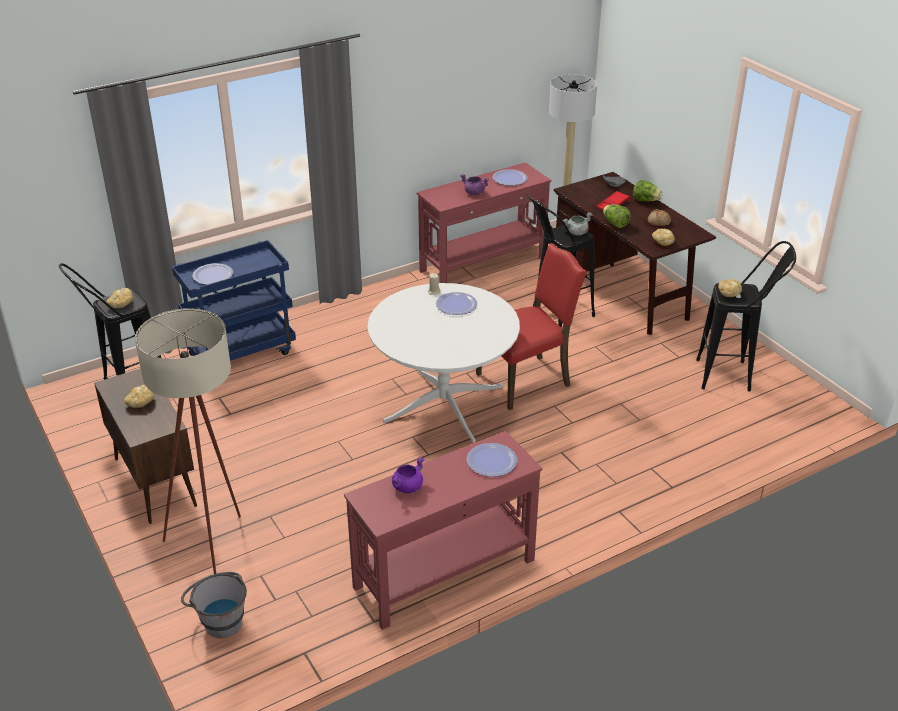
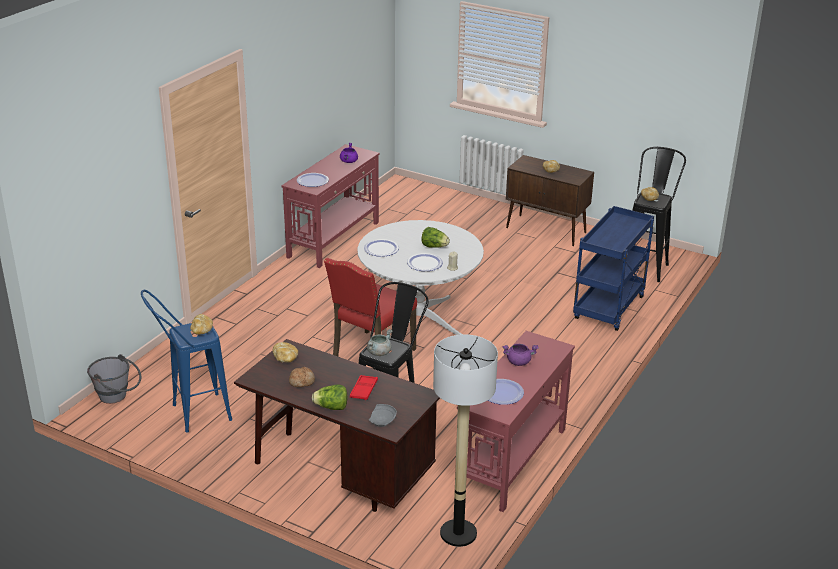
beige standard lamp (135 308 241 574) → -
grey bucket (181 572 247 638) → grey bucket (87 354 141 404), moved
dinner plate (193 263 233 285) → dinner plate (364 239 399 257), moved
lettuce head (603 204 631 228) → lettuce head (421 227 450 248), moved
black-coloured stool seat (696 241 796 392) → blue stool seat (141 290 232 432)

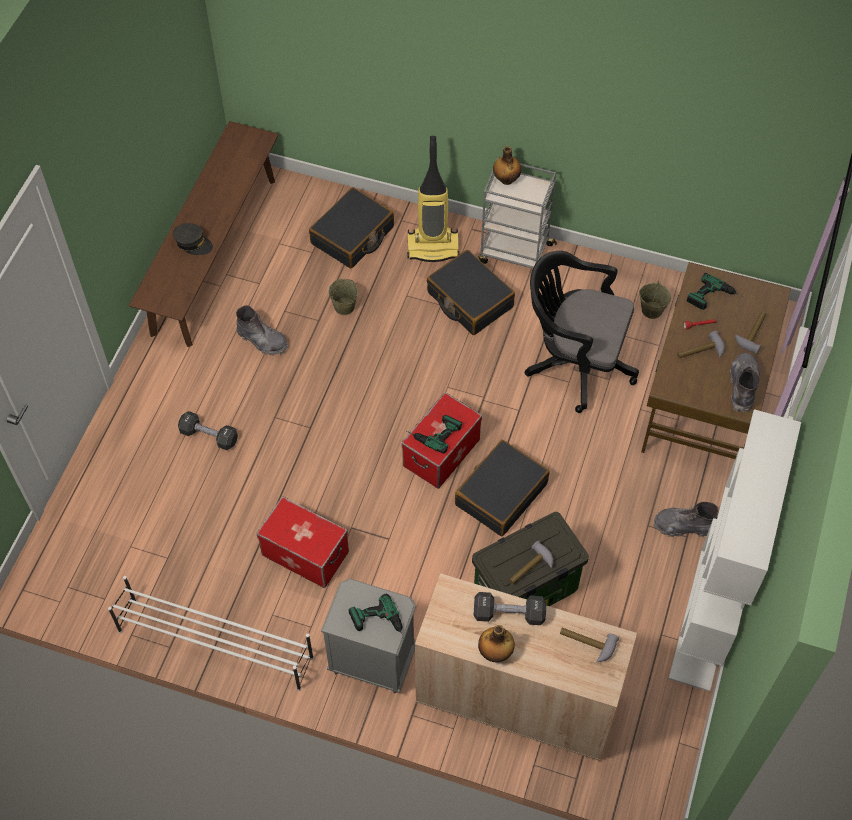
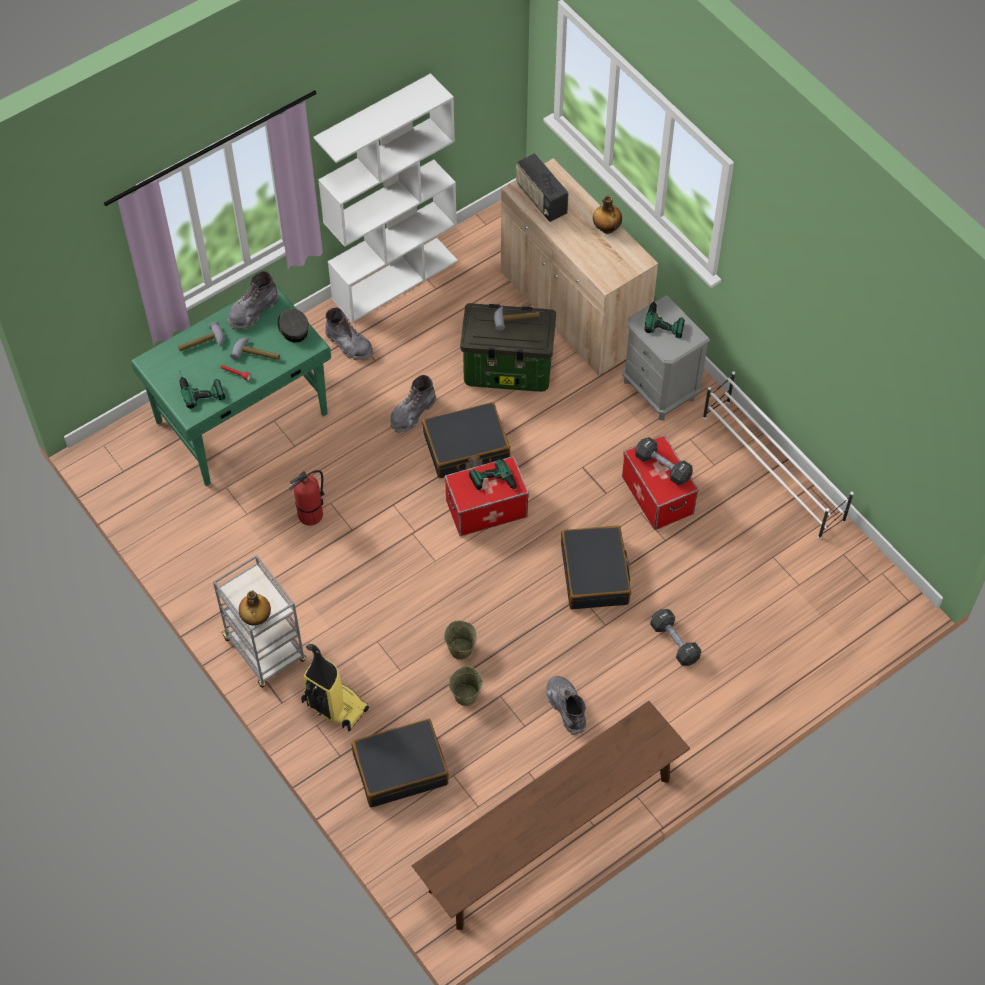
- → grey boot (390 375 436 433)
grey peaked cap (173 223 213 255) → grey peaked cap (278 309 309 343), moved
black-coloured piece of luggage (427 250 515 335) → black-coloured piece of luggage (561 525 631 609), moved
black-coloured hand weight (473 592 546 625) → black-coloured hand weight (635 437 693 485), moved
beige bucket (639 281 671 319) → beige bucket (444 620 477 660), moved
black-coloured office chair (525 251 639 413) → fire extinguisher (289 470 324 526)
hand hammer (560 628 619 662) → radio receiver (516 153 568 222)
brown-coloured desk (641 262 791 459) → green desk (131 284 331 486)

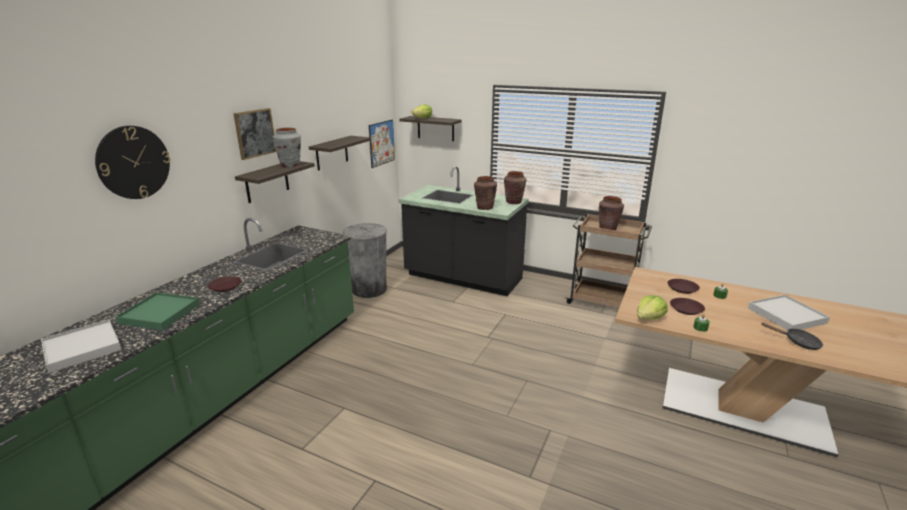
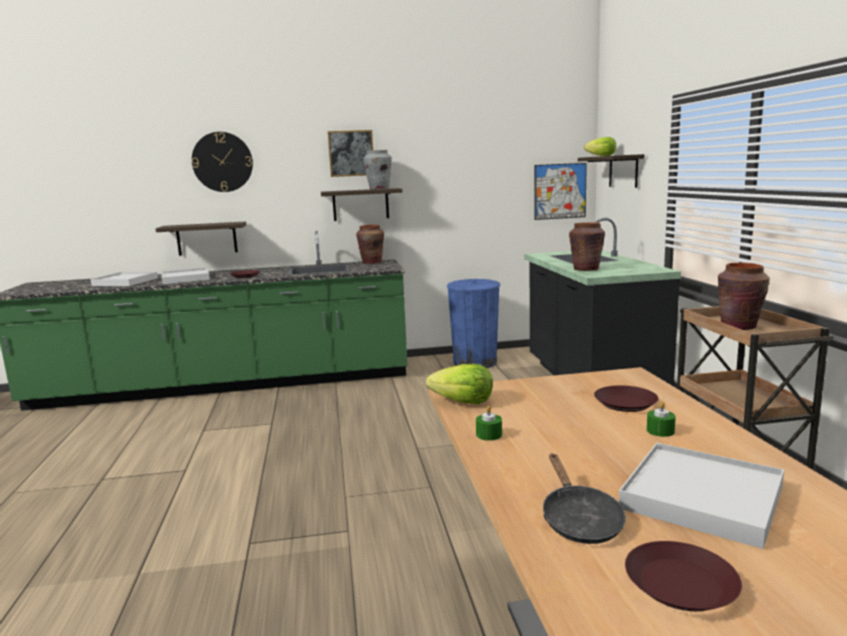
shelf (309 136 371 171) → shelf (156 222 246 256), moved
brown-coloured flower vase (504 171 527 204) → brown-coloured flower vase (356 225 384 264), moved
brown-coloured dinner plate (670 298 705 315) → brown-coloured dinner plate (625 541 742 611), moved
green serving tray (115 292 200 330) → whitish serving tray (162 268 210 284)
grey rubbish bin (343 223 387 298) → blue rubbish bin (447 279 500 368)

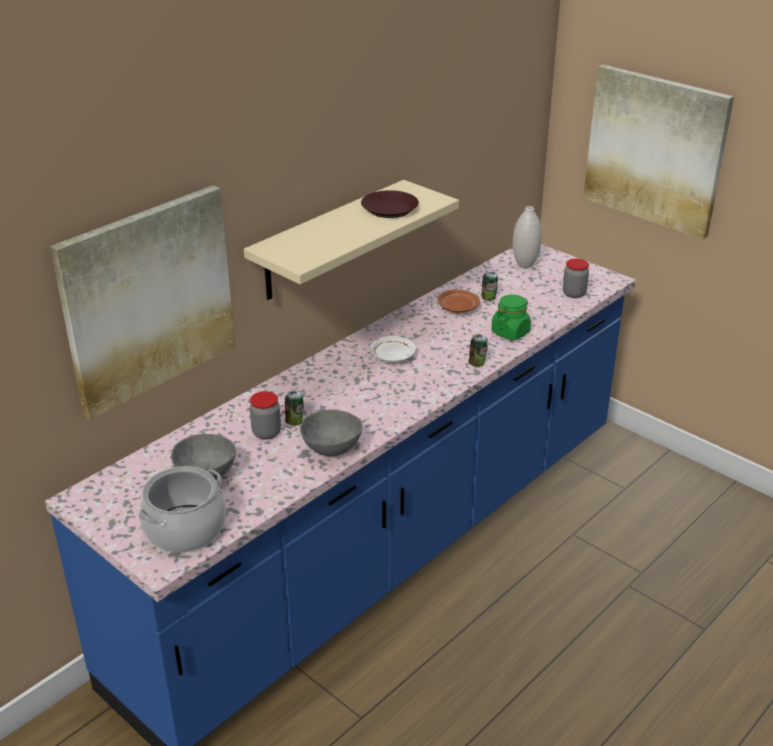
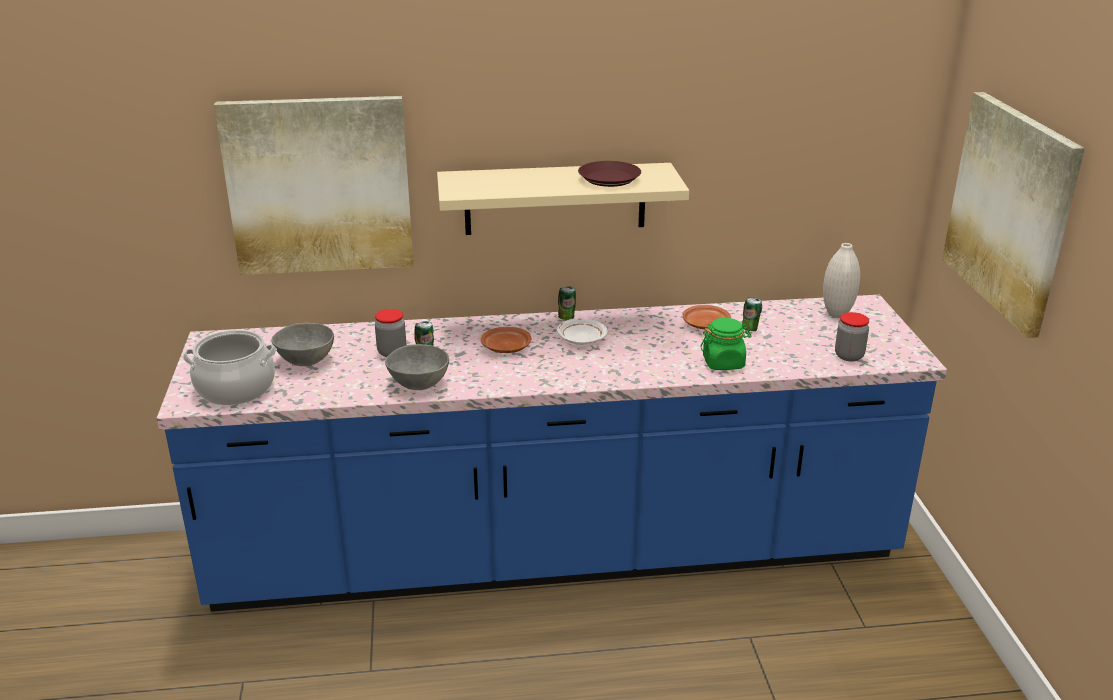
- → brown-coloured dinner plate (481 327 531 353)
can (469 334 488 367) → can (558 286 576 320), moved

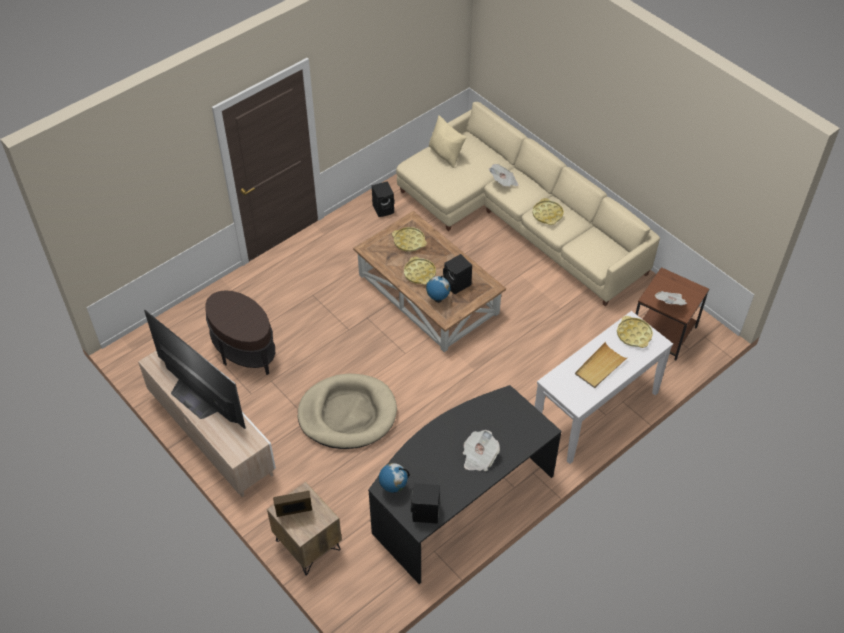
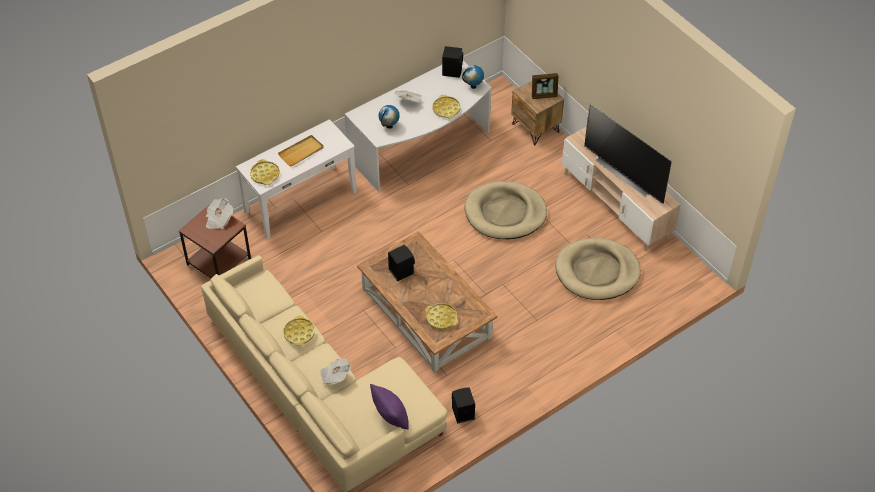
yellow serving tray (404 256 436 285) → yellow serving tray (432 95 461 118), moved
desk globe (426 275 450 303) → desk globe (379 105 400 129), moved
brown-coloured side table (205 290 275 375) → beige dog cushion (555 238 641 300)
black-coloured desk (368 385 562 584) → whitish desk (345 61 492 192)
beige cushion (429 115 467 168) → purplish cushion (370 384 409 430)

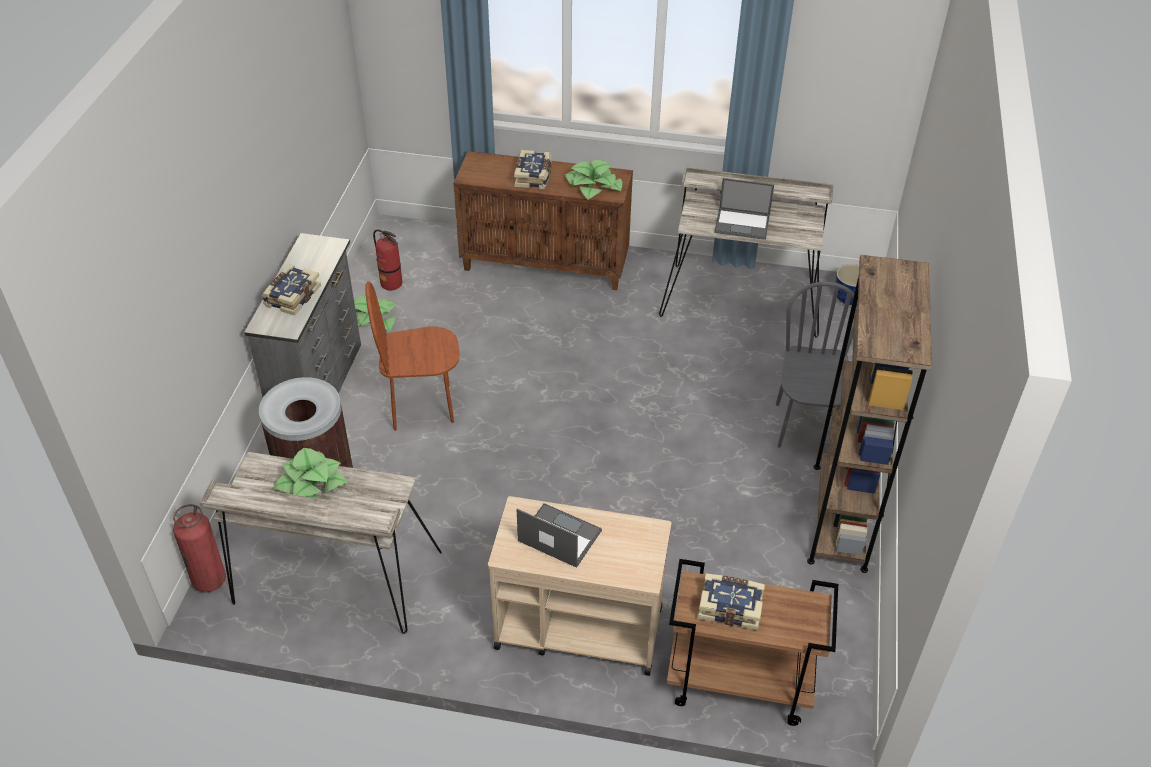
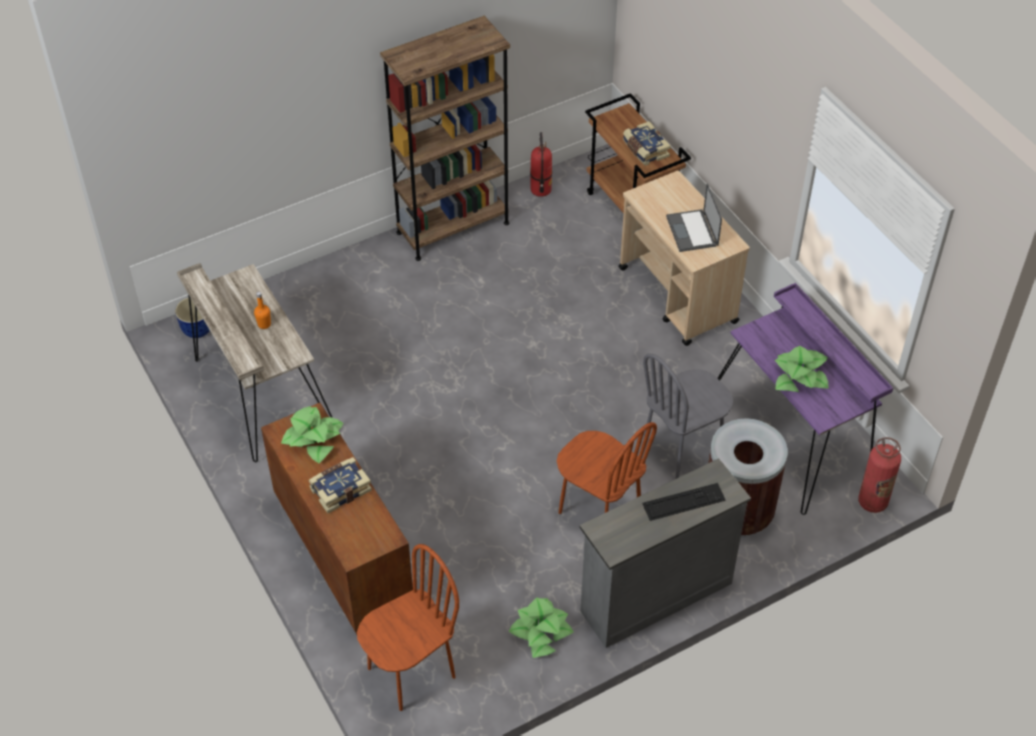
- → brown-coloured chair (357 544 459 711)
fire extinguisher (373 229 402 290) → fire extinguisher (530 132 552 197), moved
grey chair (776 281 858 448) → grey chair (643 353 733 479), moved
book (262 264 321 316) → computer keyboard (642 483 726 521)
notebook computer (714 178 774 240) → orange beverage bottle (254 292 271 329)
beige desk (200 452 442 634) → purplish desk (718 283 893 515)

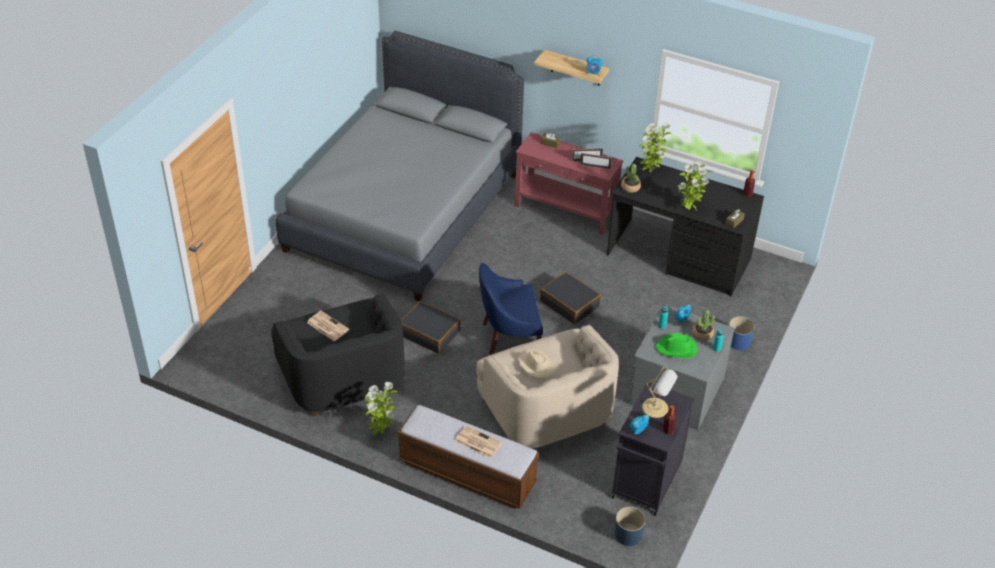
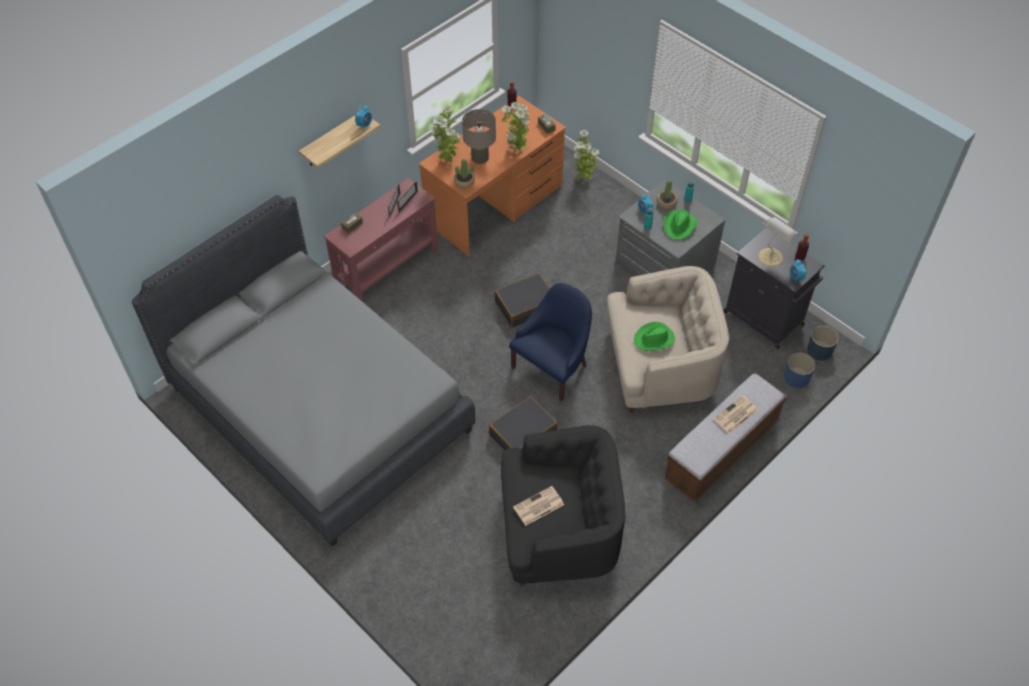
- → beige tabletop lamp (462 109 496 164)
plant in a pot (365 382 397 436) → plant in a pot (572 130 600 180), moved
blue planter (729 316 755 350) → blue planter (784 353 815 388), moved
beige clothing hat (518 350 557 379) → green clothing hat (634 322 675 351)
black-coloured desk (607 157 764 297) → orange desk (419 96 566 256)
blue armchair (479 263 543 355) → blue armchair (509 283 592 402), 150 degrees counterclockwise

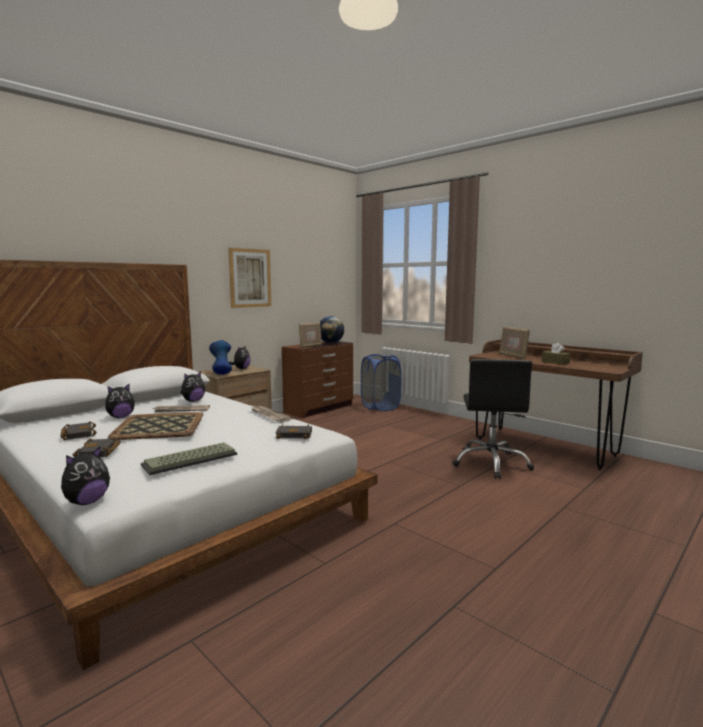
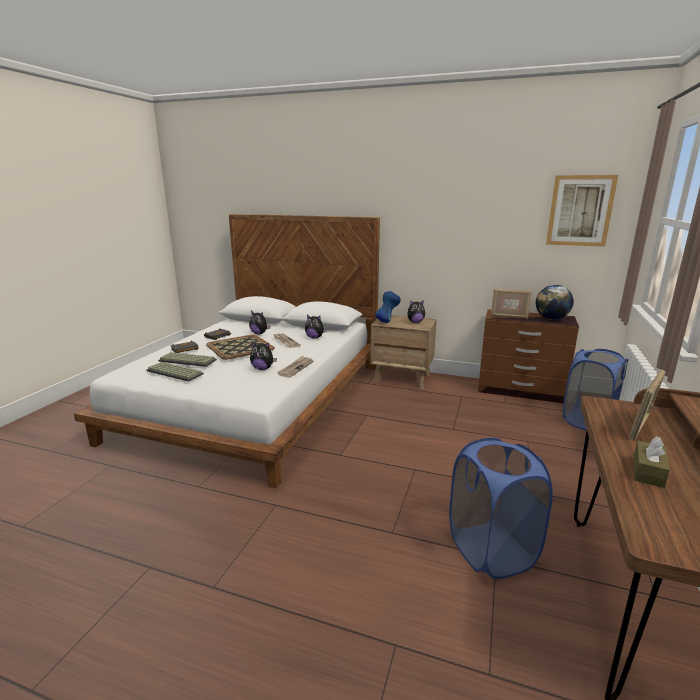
black-coloured book (275 424 312 439) → -
- → computer keyboard (158 352 217 367)
plush toy (61 447 110 505) → plush toy (250 342 277 370), moved
wall picture (228 248 271 308) → wall picture (546 175 618 247), moved
black-coloured office chair (452 359 534 479) → blue laundry basket (449 438 553 579)

